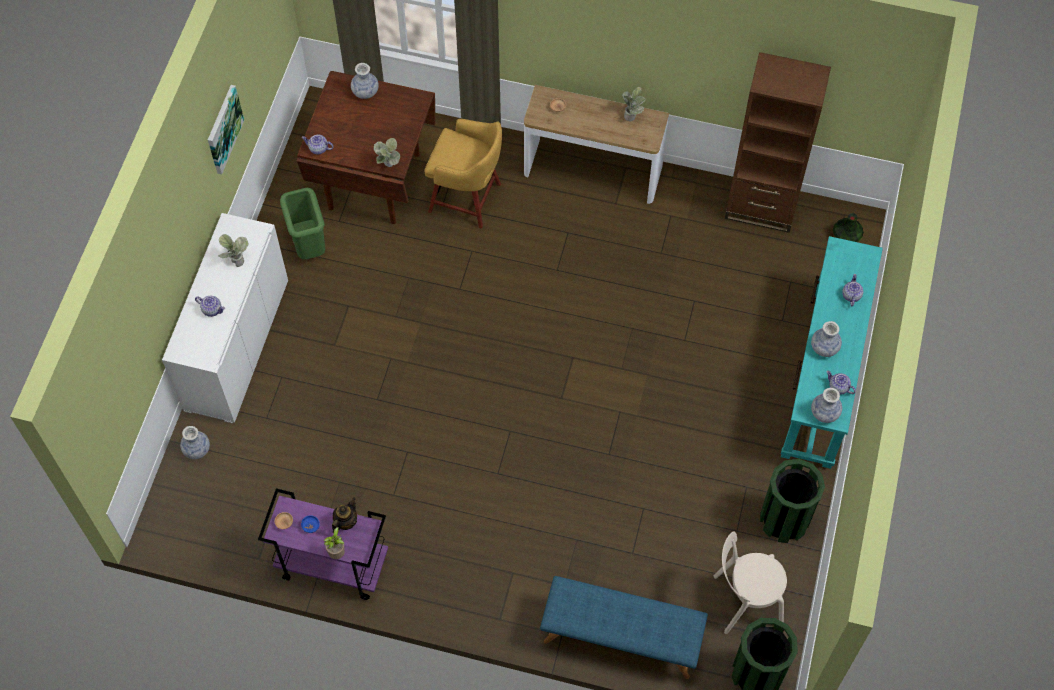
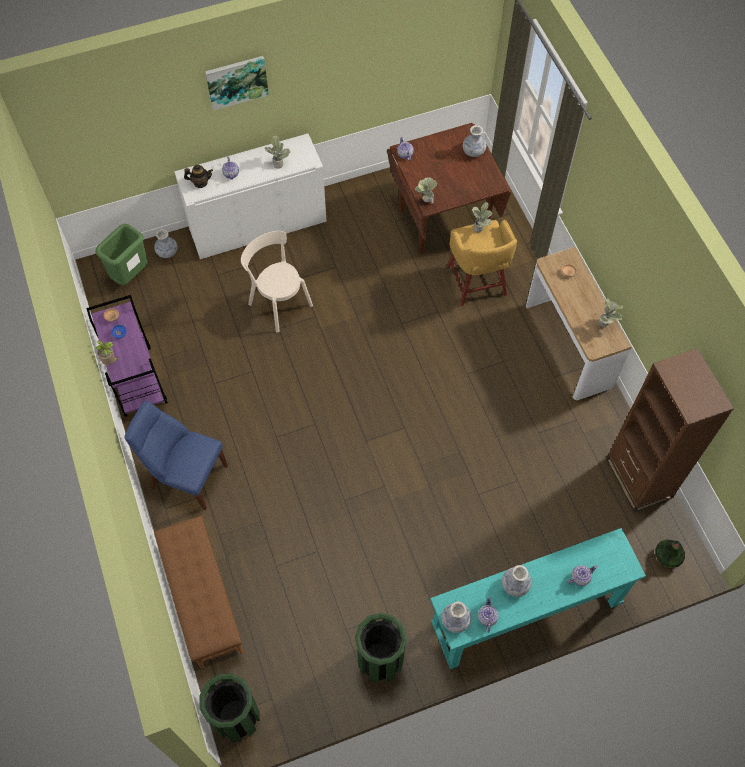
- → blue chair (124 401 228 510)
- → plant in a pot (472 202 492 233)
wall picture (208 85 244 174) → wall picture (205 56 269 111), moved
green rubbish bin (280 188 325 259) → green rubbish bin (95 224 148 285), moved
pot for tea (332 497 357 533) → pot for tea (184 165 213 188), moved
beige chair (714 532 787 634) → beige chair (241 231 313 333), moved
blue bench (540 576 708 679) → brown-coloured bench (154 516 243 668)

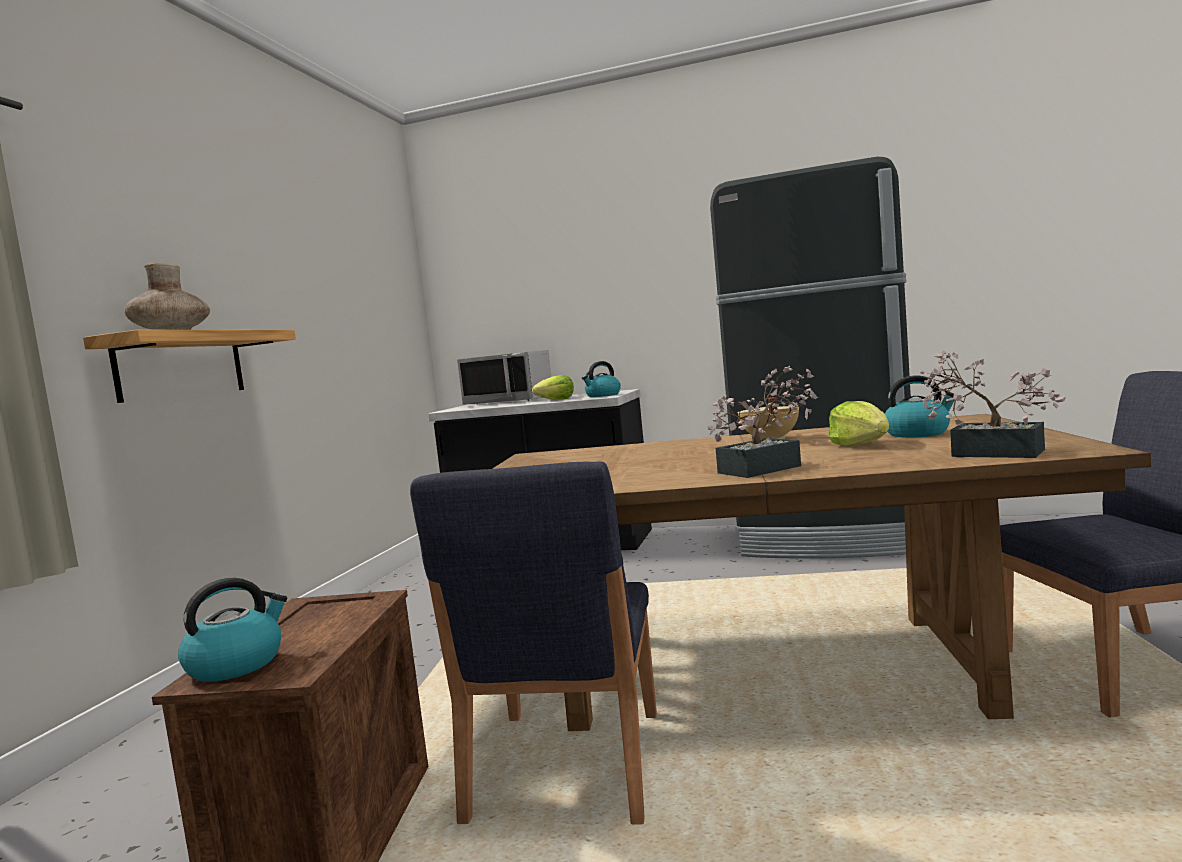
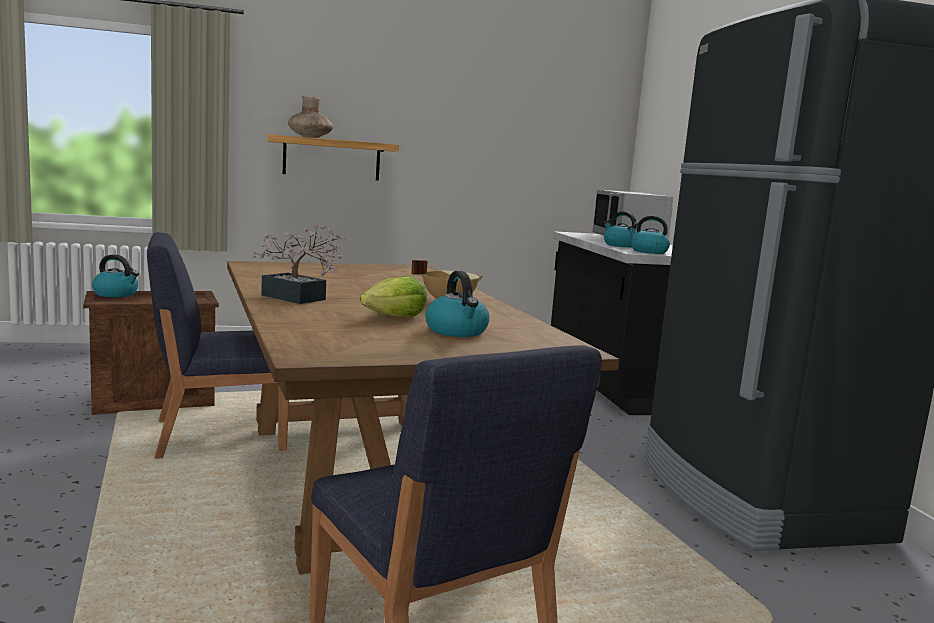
plant in a pot (920 351 1066 458) → -
lettuce head (532 375 574 400) → kettle (604 211 637 247)

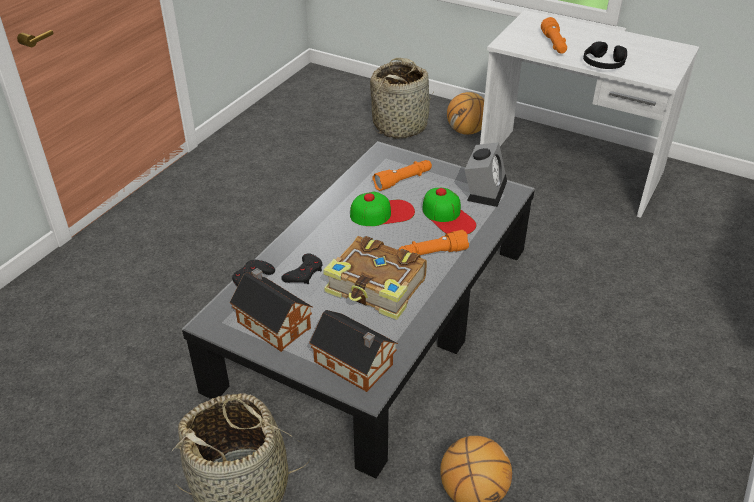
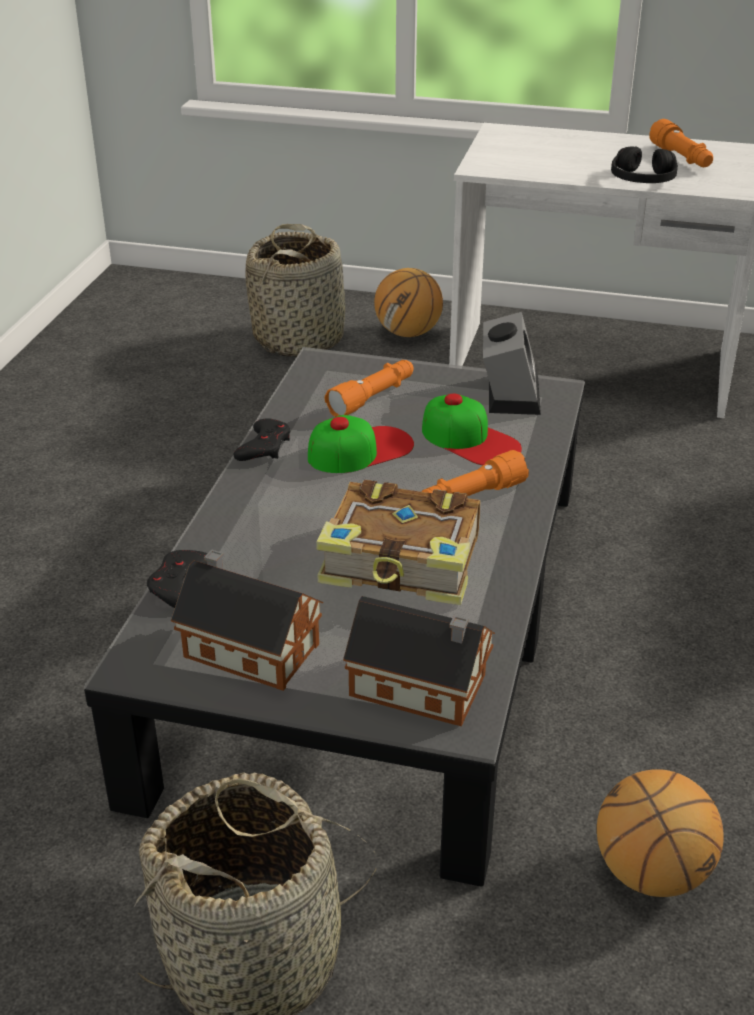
black-coloured gamepad (281 253 323 284) → black-coloured gamepad (233 418 290 461), moved
orange flashlight (541 17 567 54) → orange flashlight (649 119 713 167), moved

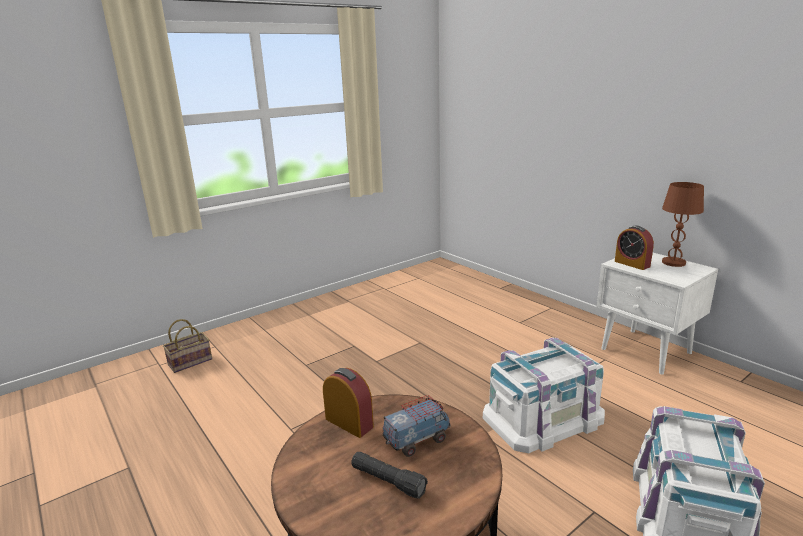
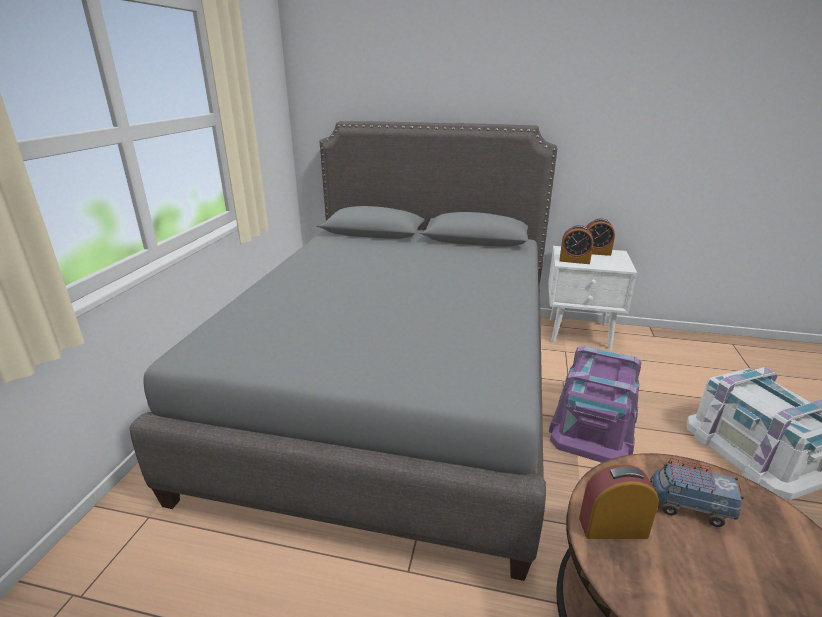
household basket (163 319 212 373) → -
black-coloured flashlight (351 452 428 499) → -
- → grey bedroom bed (129 121 558 581)
brown-coloured tabletop lamp (662 182 704 267) → bedside clock (586 218 615 256)
whitish storage bin (483 337 605 453) → purplish storage bin (549 346 641 463)
toy lorry (383 395 451 457) → toy lorry (650 458 744 527), 90 degrees counterclockwise

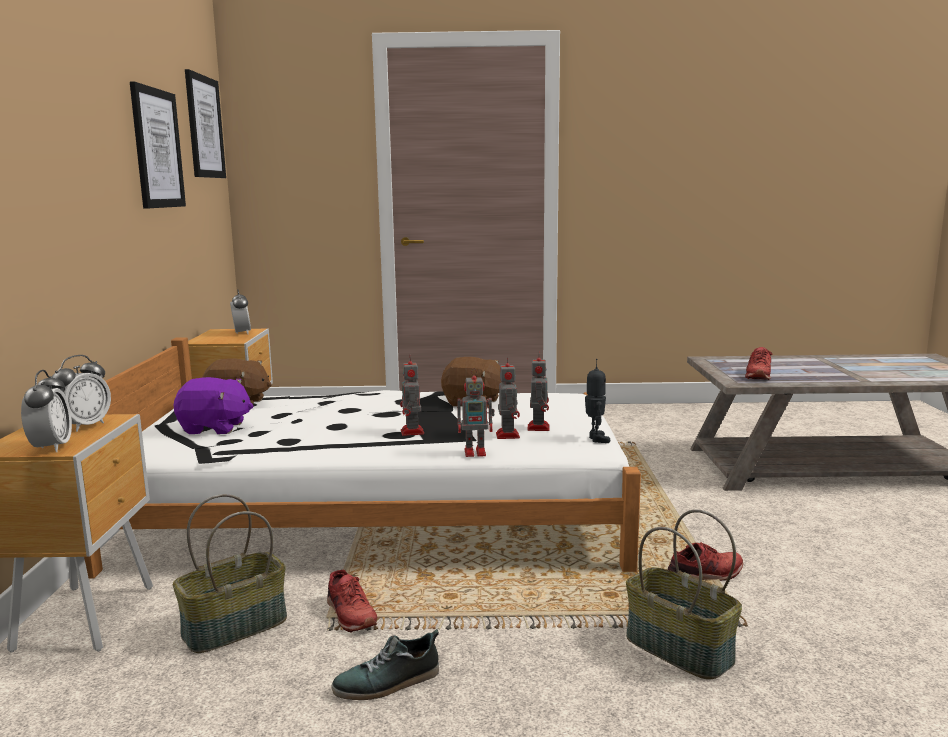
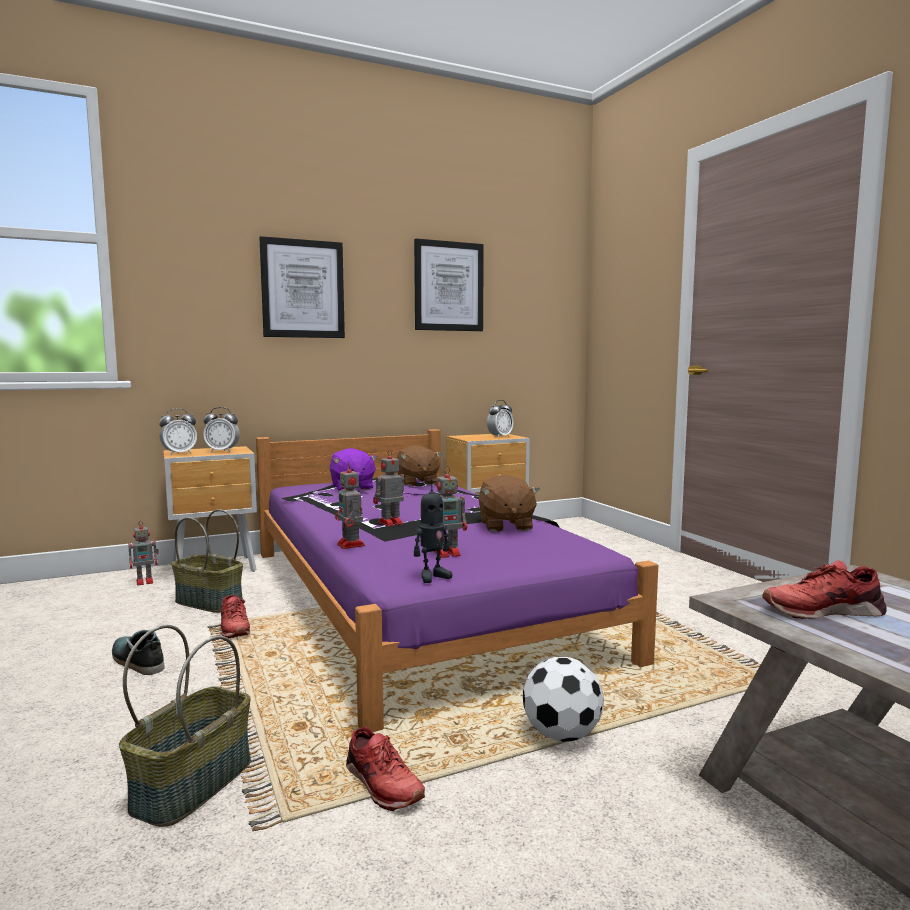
- → football ball (523 657 604 742)
wall picture (185 69 226 178) → wall picture (259 236 345 338), moved
robot figure (496 356 520 439) → robot figure (128 521 159 586), moved
whitish bedroom bed (84 337 641 578) → purplish bedroom bed (256 429 658 732)
red-coloured low shoe (327 570 377 633) → red-coloured low shoe (221 595 250 638), 60 degrees counterclockwise

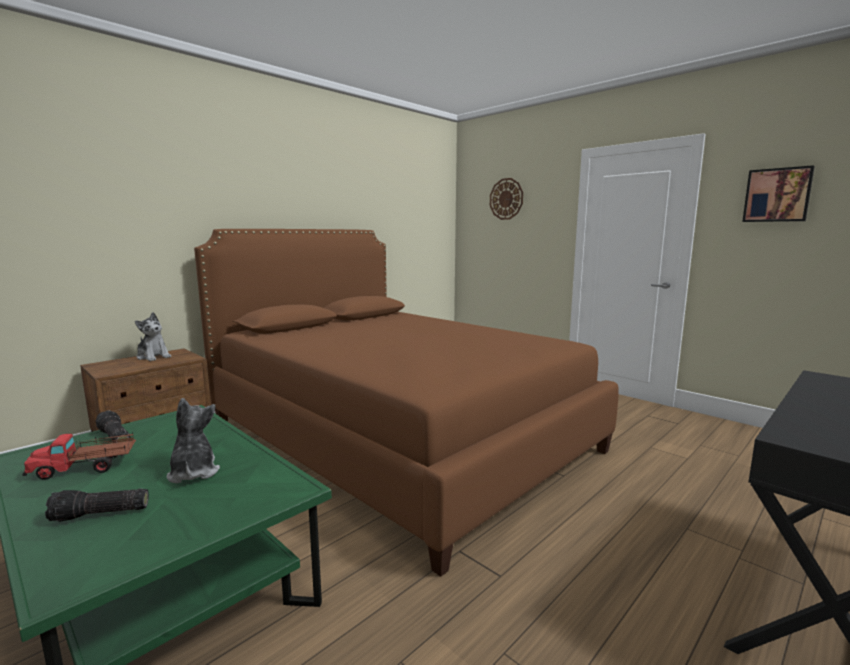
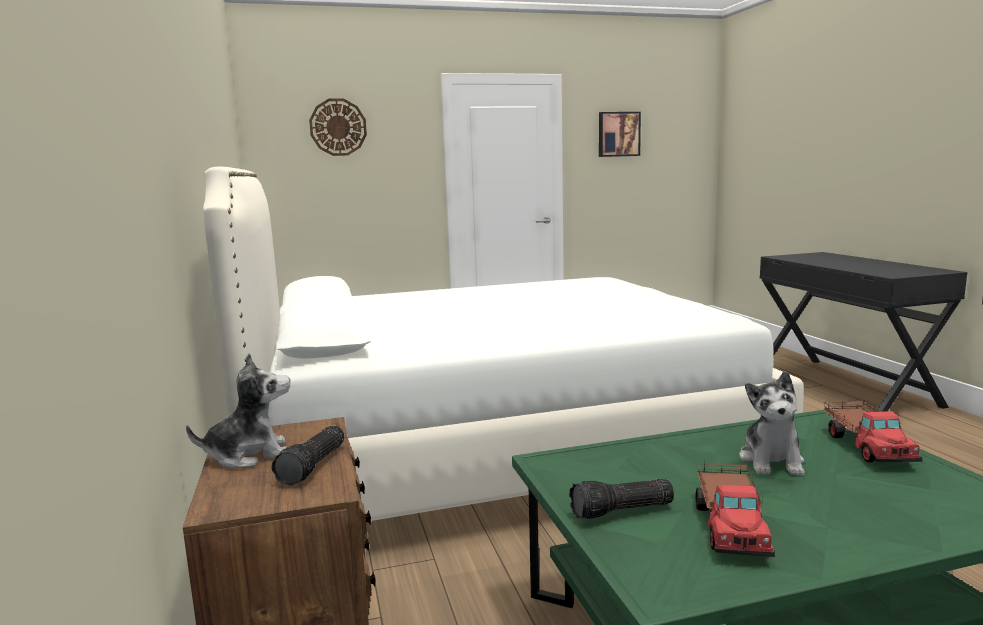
- → toy lorry (824 400 923 463)
flashlight (45 488 149 522) → flashlight (272 426 344 486), moved
brown-coloured bedroom bed (194 229 619 577) → whitish bedroom bed (203 166 804 521)
plush toy (167 398 220 483) → plush toy (739 371 805 476), 90 degrees counterclockwise

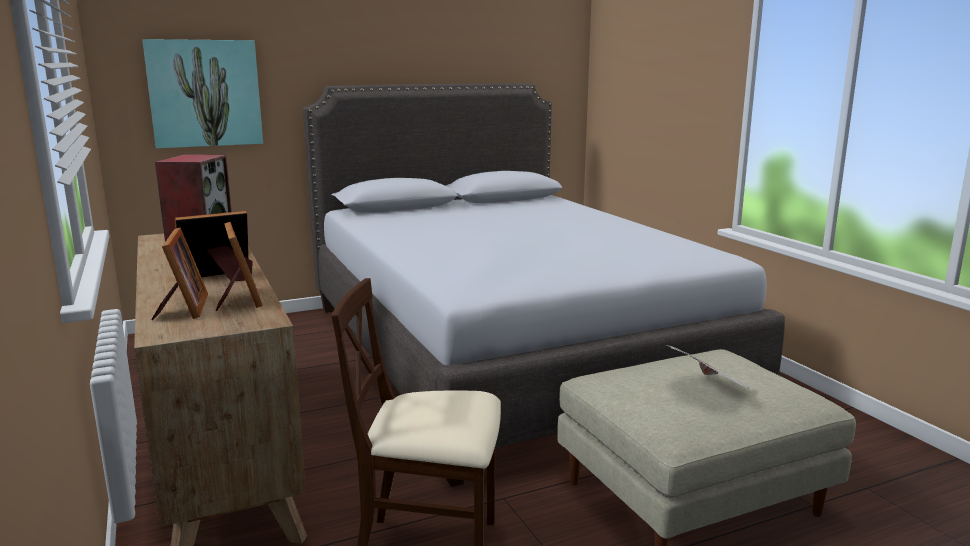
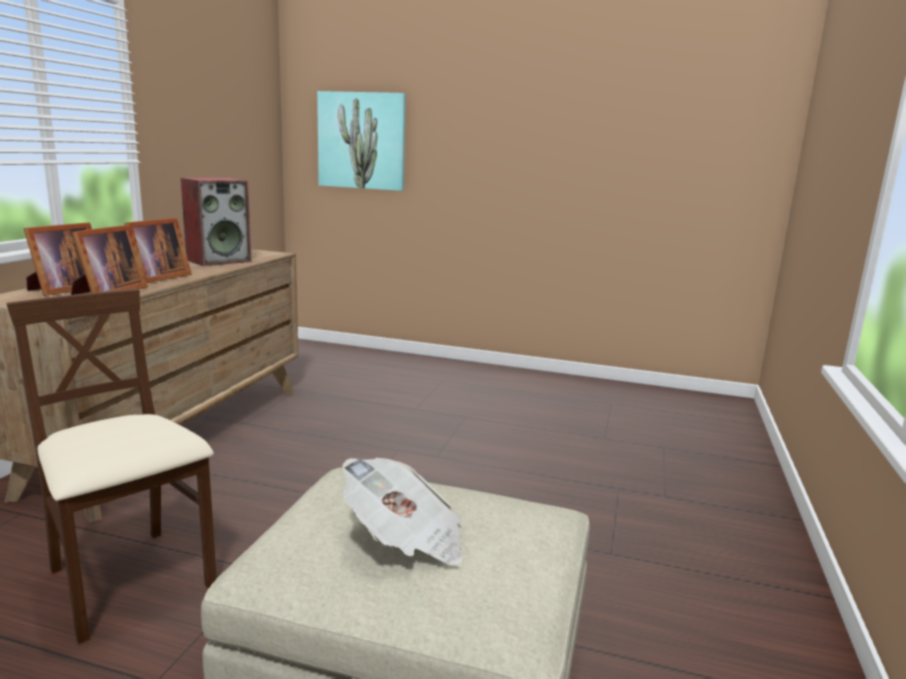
grey bedroom bed (303 83 785 487) → -
picture frame (175 211 253 281) → picture frame (124 218 192 283), 105 degrees clockwise

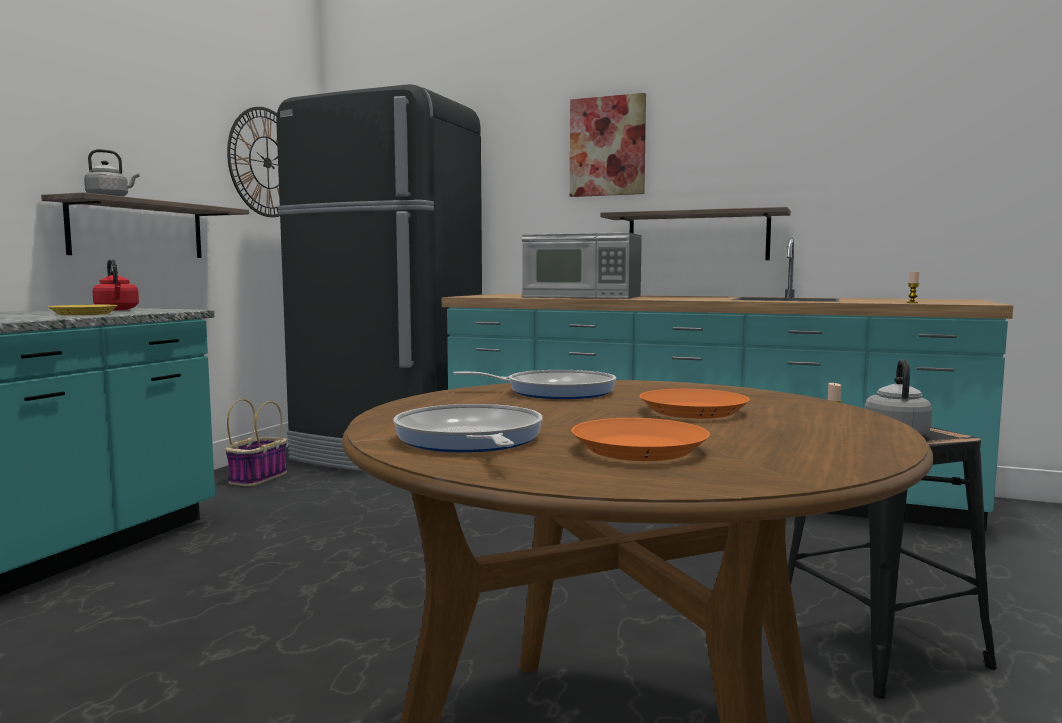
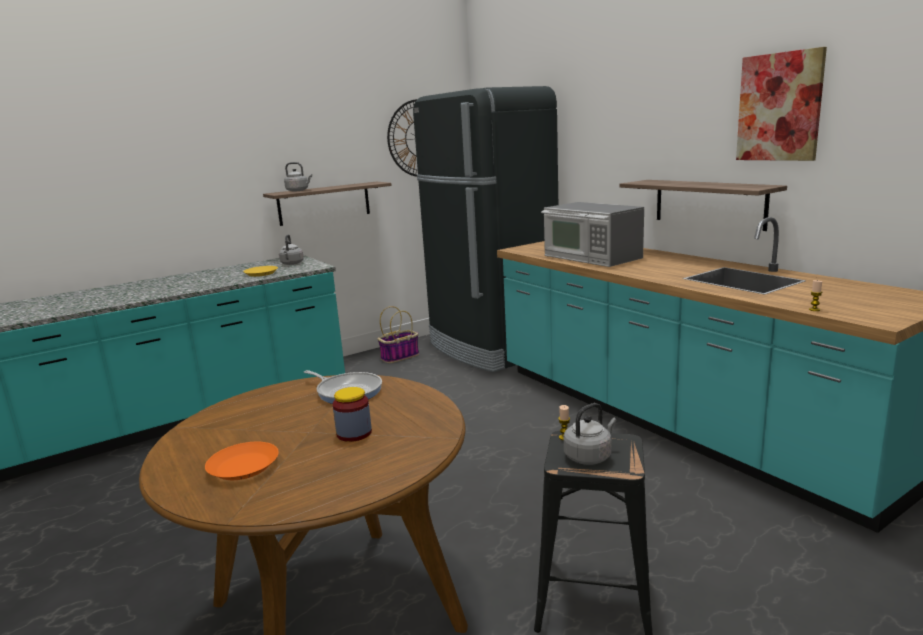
frying pan (393 404 543 452) → -
wall picture (570 93 646 197) → wall picture (736 47 827 161), moved
orange dinner plate (640 389 750 419) → jar (333 387 372 442)
red-coloured kettle (92 259 139 310) → grey kettle (279 235 304 265)

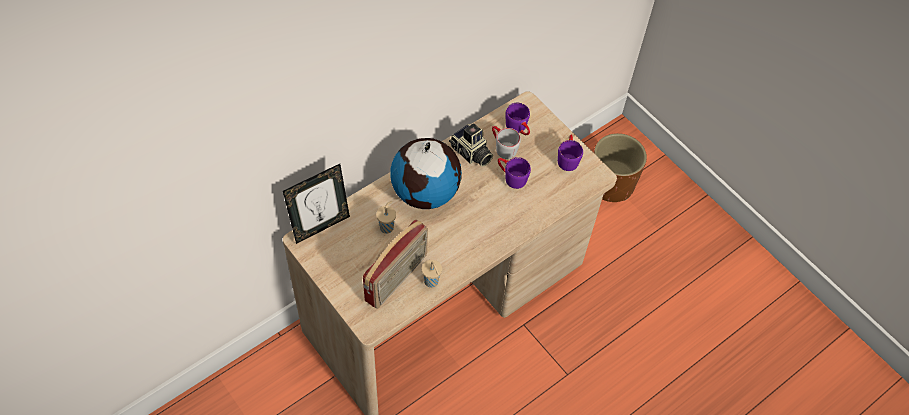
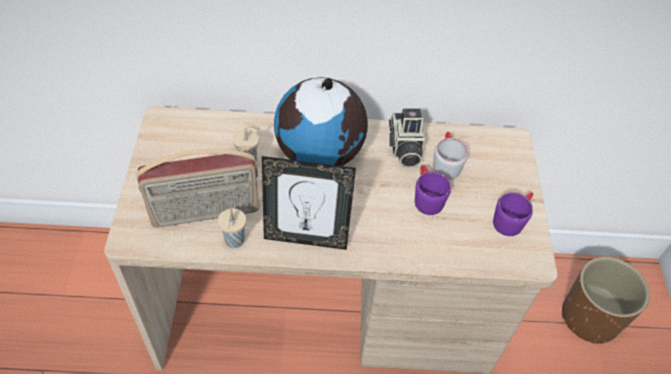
purplish mug (506 103 530 135) → -
picture frame (283 164 350 244) → picture frame (262 156 356 250), moved

